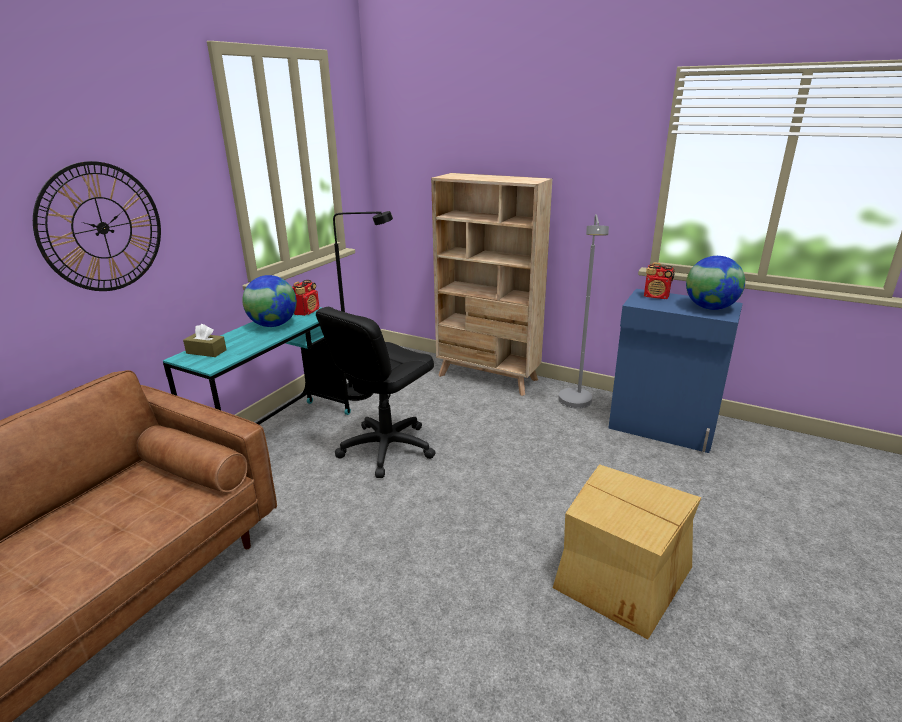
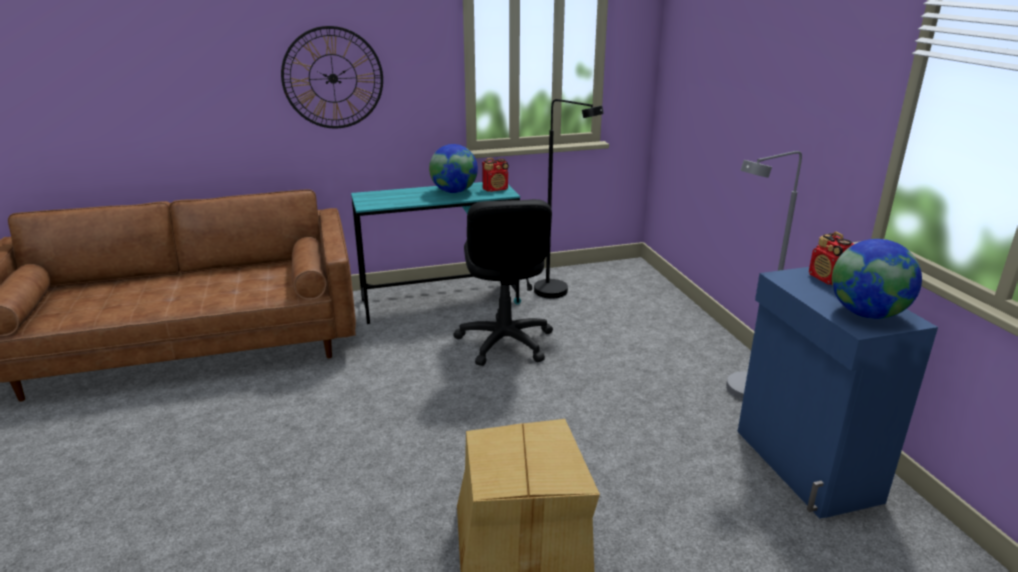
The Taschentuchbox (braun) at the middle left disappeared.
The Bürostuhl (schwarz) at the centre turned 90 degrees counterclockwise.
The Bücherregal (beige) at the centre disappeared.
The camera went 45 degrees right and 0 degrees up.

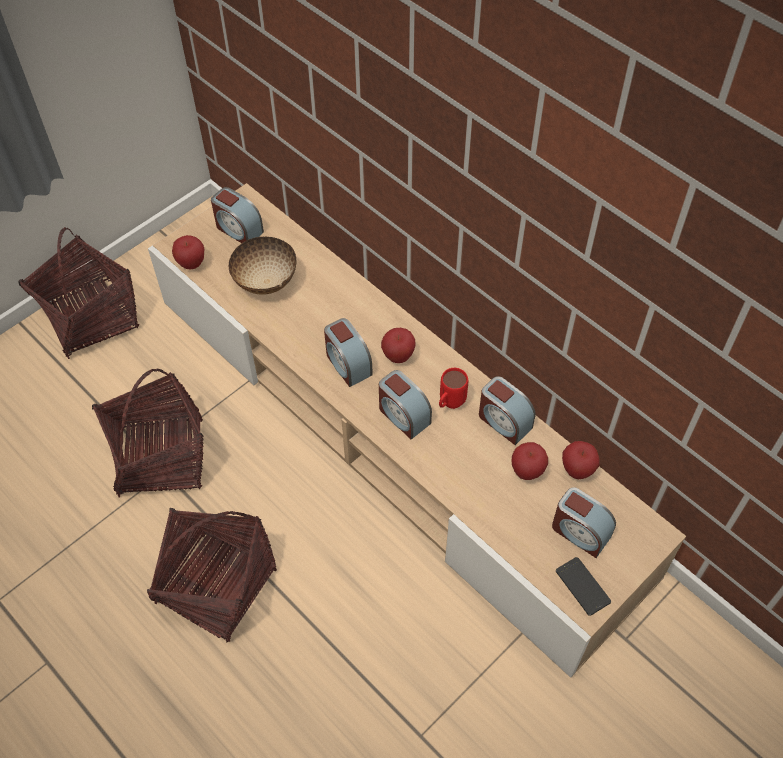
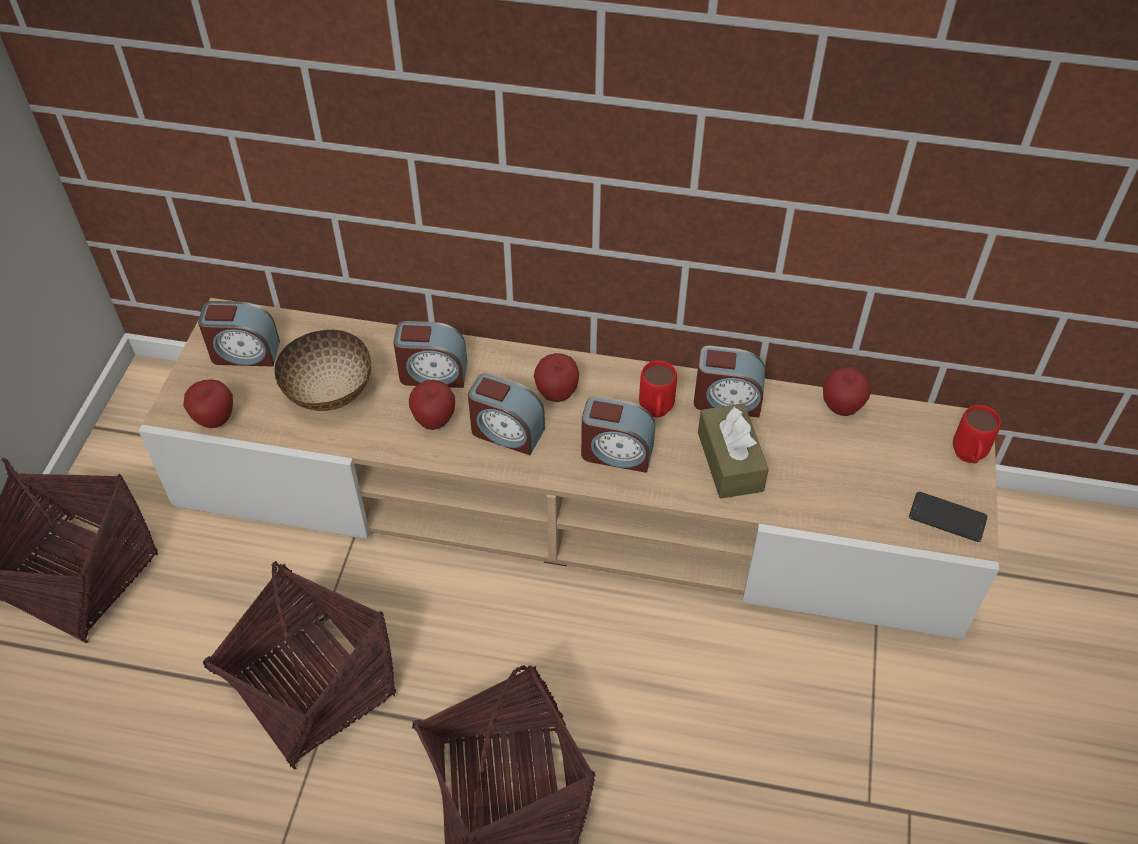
The Apfel (no. 3 from left in the first image) moved from the middle right to the centre.
The Wecker (no. 5 from left in the first image) moved from the bottom right to the centre.
The Taschentuchbox (braun) at the centre appeared.
The Henkelbecher (rot) (no. 2 from left) at the middle right appeared.
The camera went 35 degrees left and 5 degrees down.

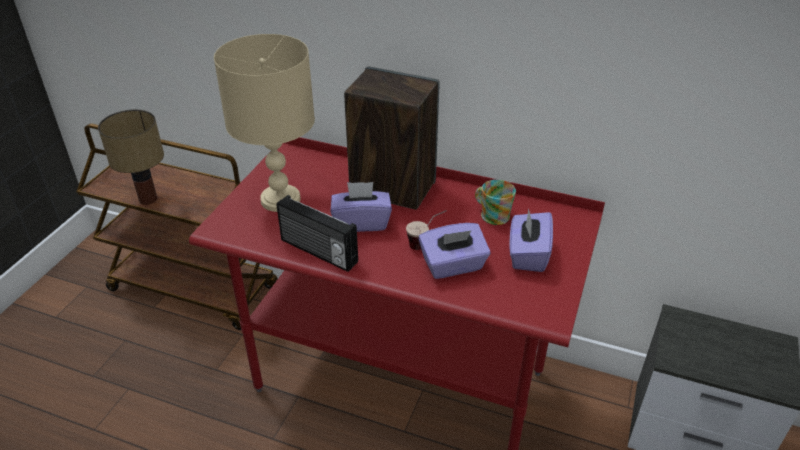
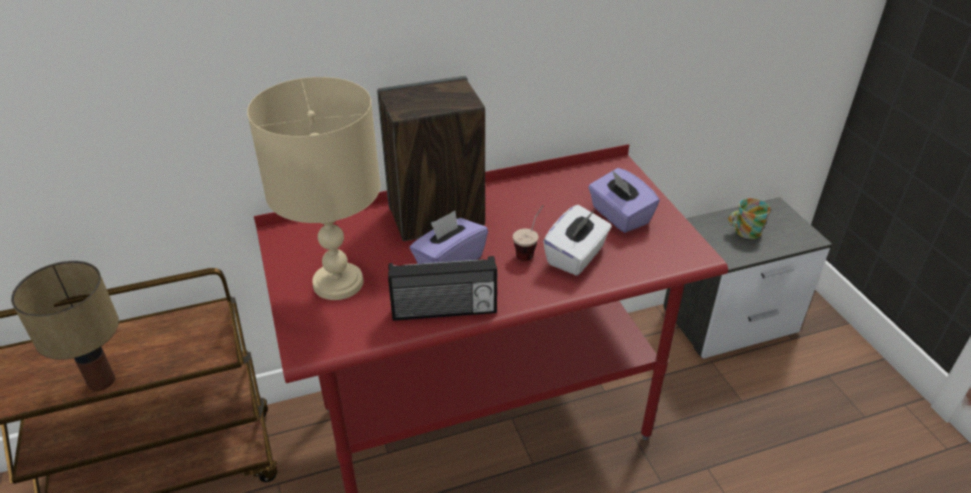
The Taschentuchbox (lila) (no. 2 from left) at the centre became the Taschentuchbox (weiß) at the centre.
The Henkelbecher moved from the centre to the middle right.
The camera went 40 degrees left and 0 degrees up.

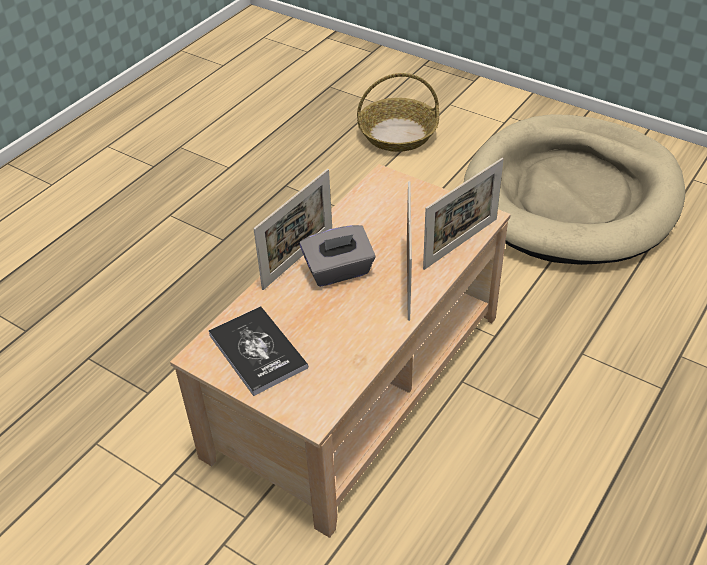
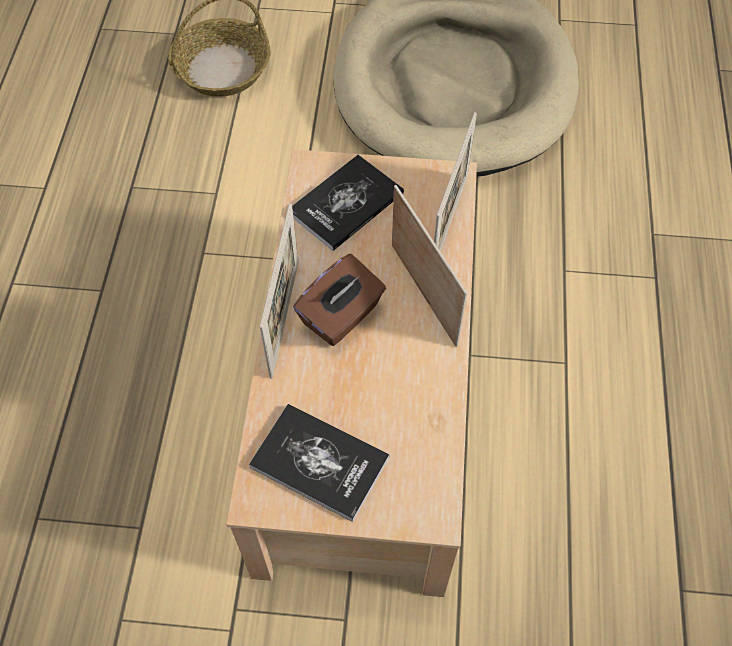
The Taschentuchbox (grau) at the centre became the Taschentuchbox (braun) at the centre.
The Buch (no. 2 from left) at the top centre appeared.
The camera went 30 degrees left and 15 degrees up.

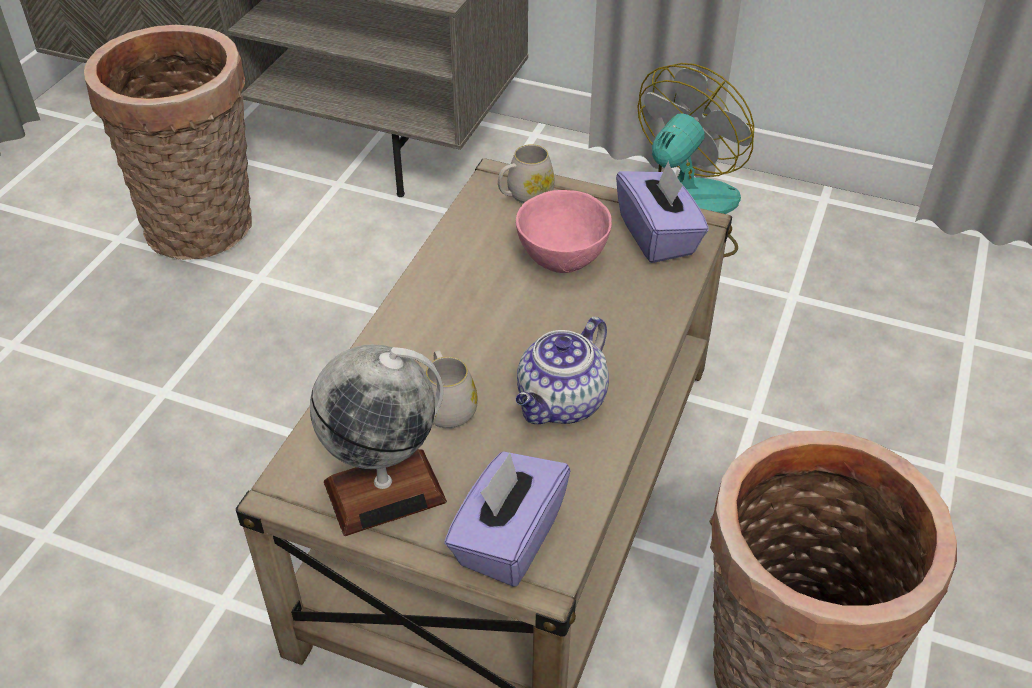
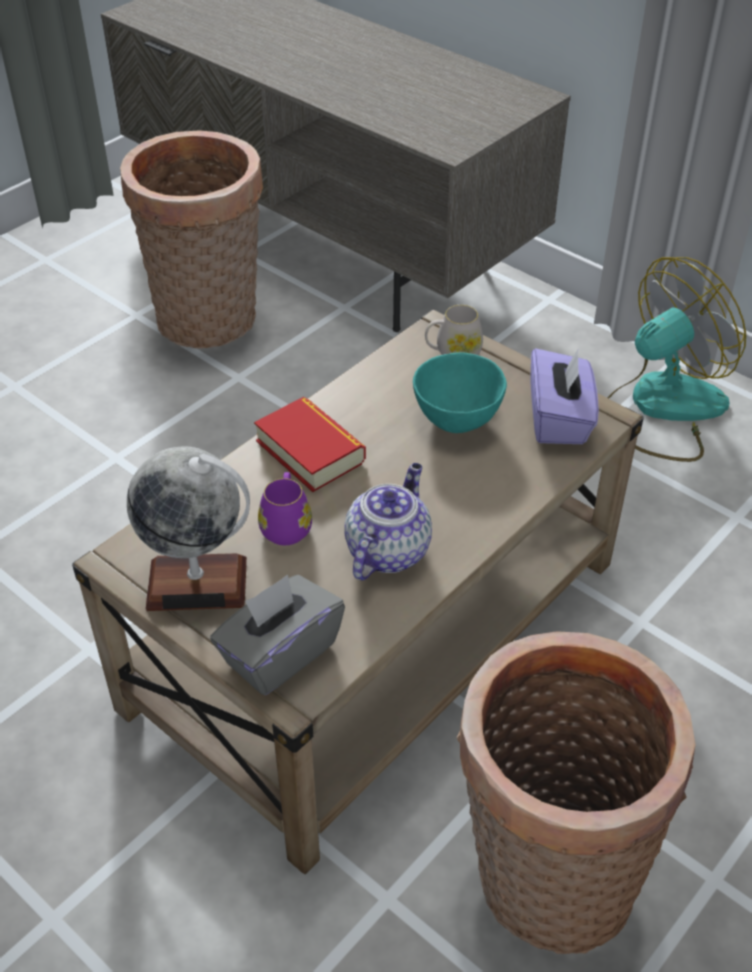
The Henkelbecher (weiß) (no. 1 from left) at the centre became the Henkelbecher (lila) at the centre.
The Taschentuchbox (lila) (no. 1 from left) at the bottom centre became the Taschentuchbox (grau) at the centre.
The Schüssel (rosa) at the centre became the Schüssel (türkis) at the centre.
The Teekanne at the centre turned 150 degrees clockwise.
The Buch at the centre appeared.
The camera went 20 degrees right and 0 degrees up.

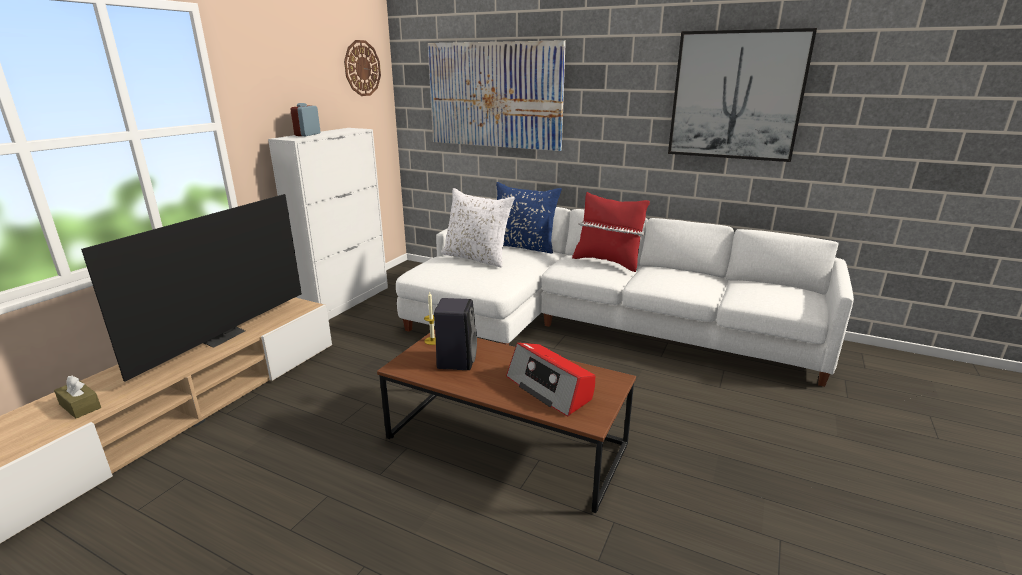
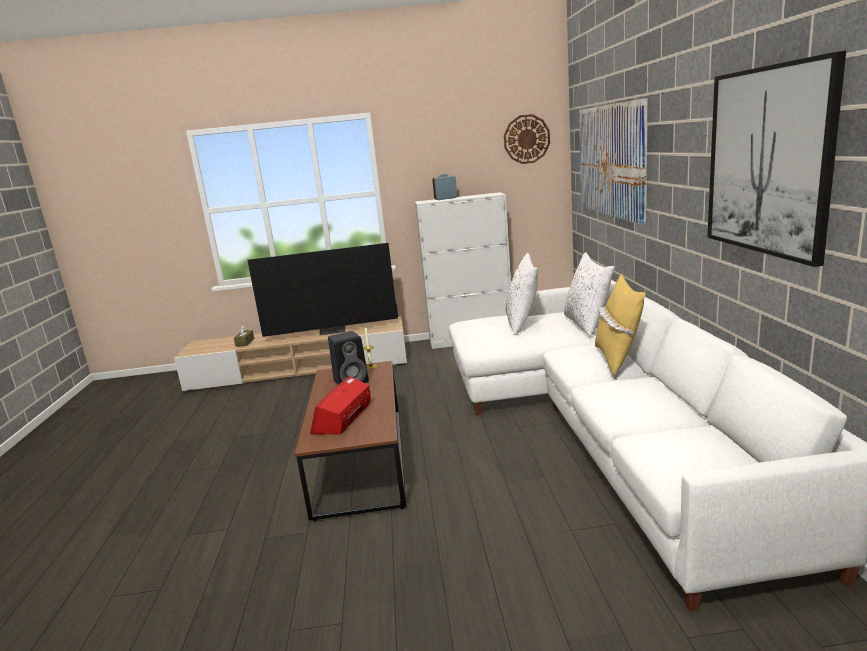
The Kissen (blau) at the centre became the Kissen (weiß) (no. 2 from left) at the middle right.
The Kissen (rot) at the centre became the Kissen (gelb) at the middle right.
The camera went 60 degrees right and 5 degrees down.

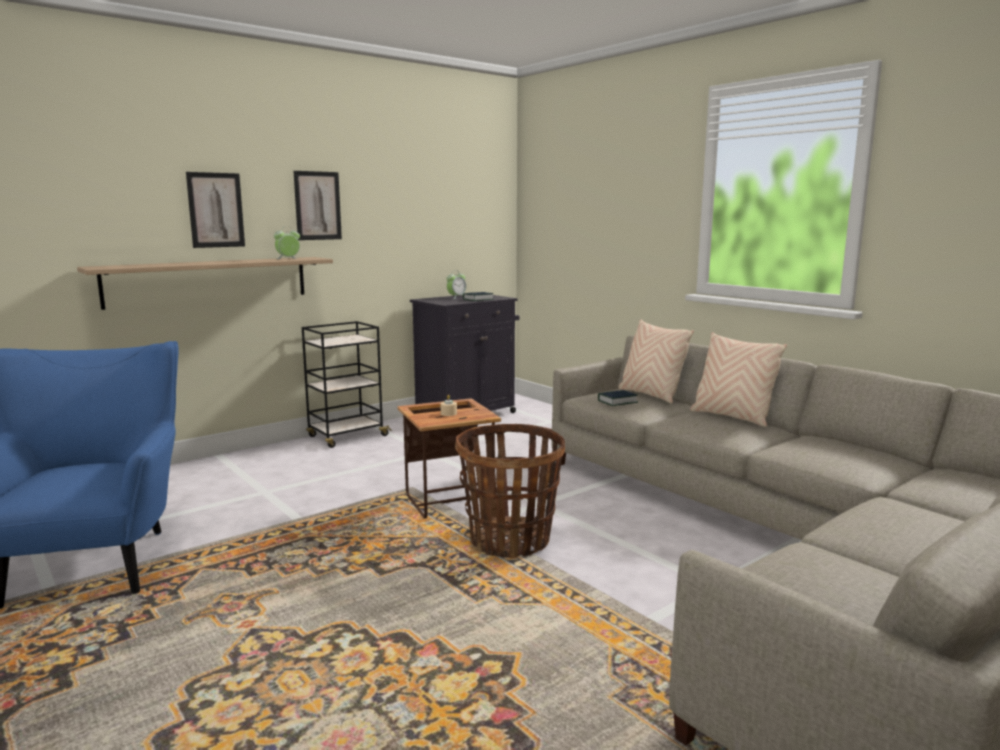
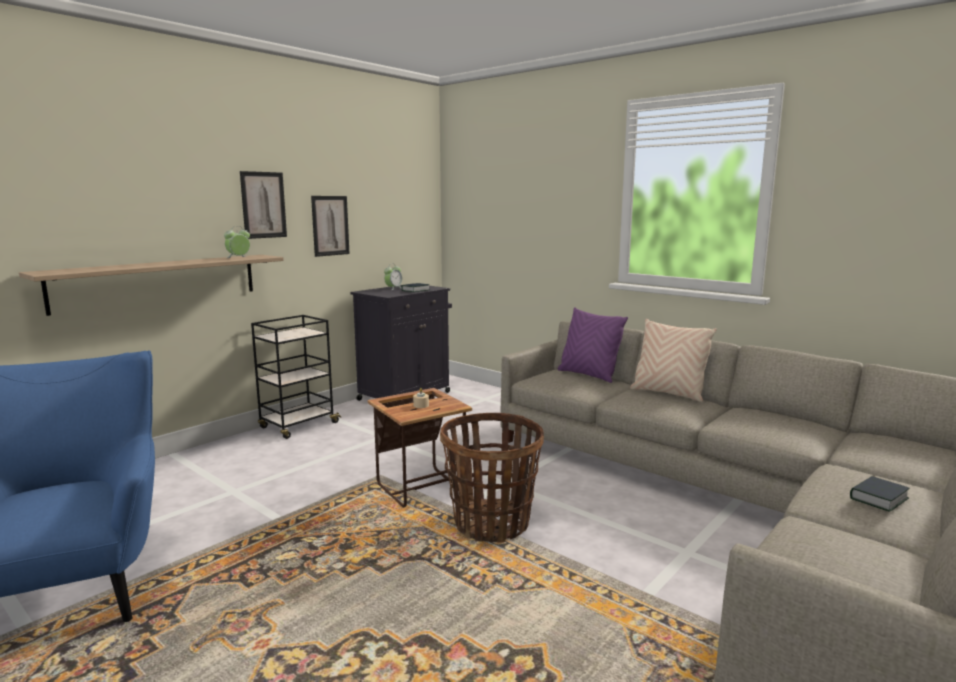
The Bild (no. 1 from left in the first image) moved from the top left to the top centre.
The Buch (no. 2 from left) moved from the centre to the bottom right.
The Kissen (beige) (no. 1 from left) at the centre became the Kissen (lila) at the centre.
The camera went 10 degrees left and 0 degrees up.

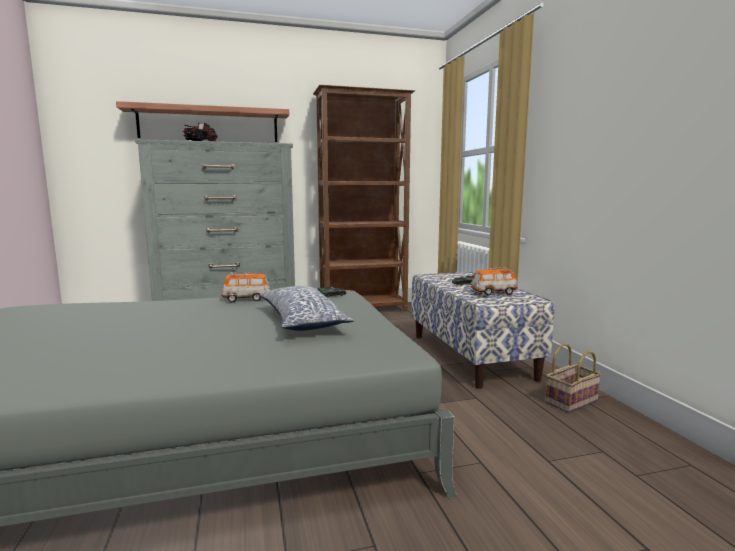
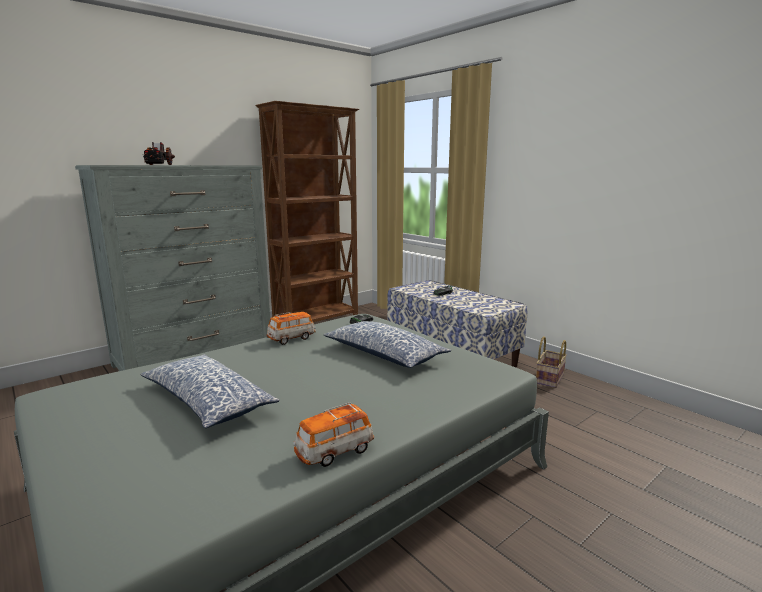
The Wandregal at the top left disappeared.
The Spielzeugauto (no. 4 from left in the first image) moved from the middle right to the bottom centre.
The Kissen (no. 1 from left) at the middle left appeared.
The camera went 25 degrees left and 5 degrees up.

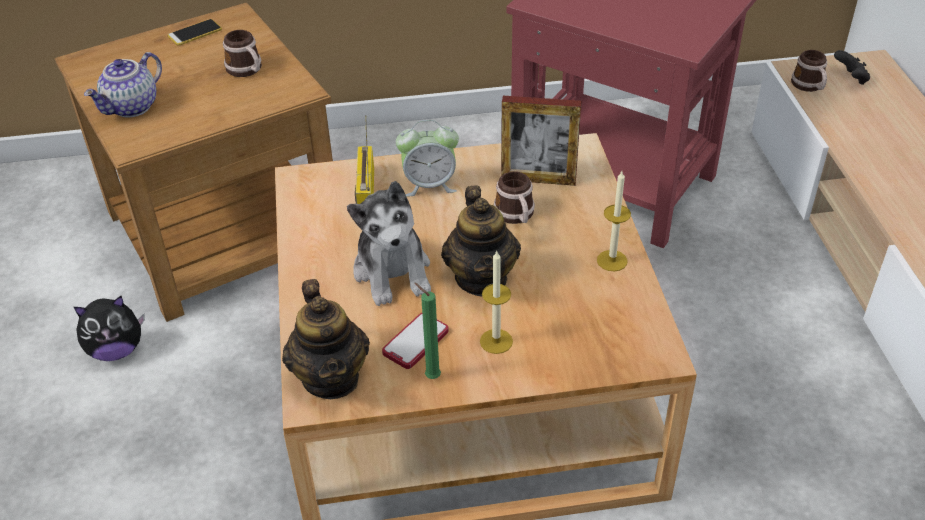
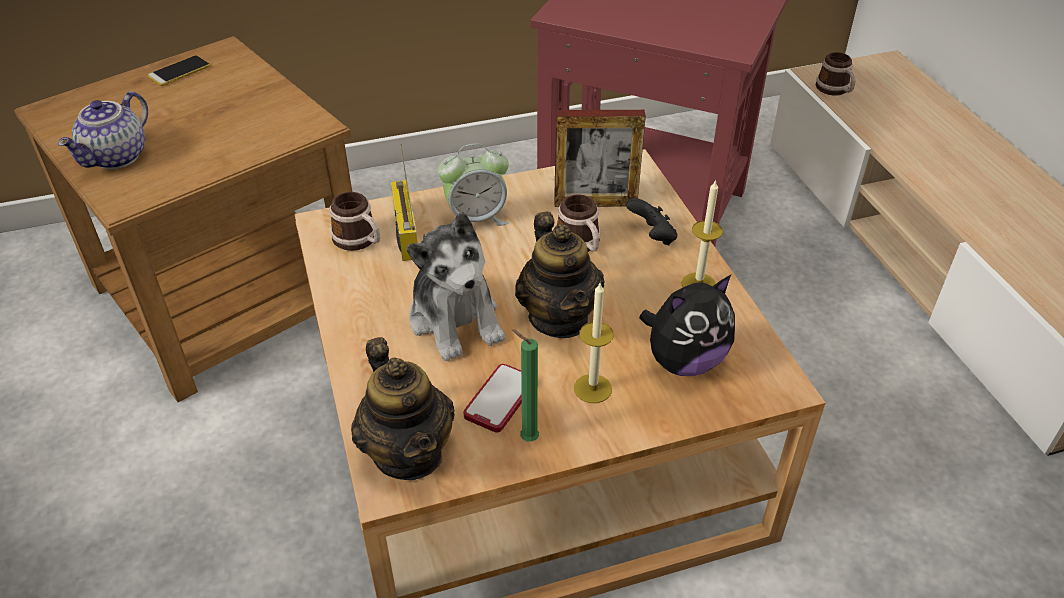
The Plüschtier (no. 1 from left in the first image) moved from the middle left to the centre.
The Henkelbecher (no. 1 from left) moved from the top left to the centre.
The Gamepad (schwarz) moved from the top right to the centre.
The camera went 10 degrees left and 0 degrees up.

